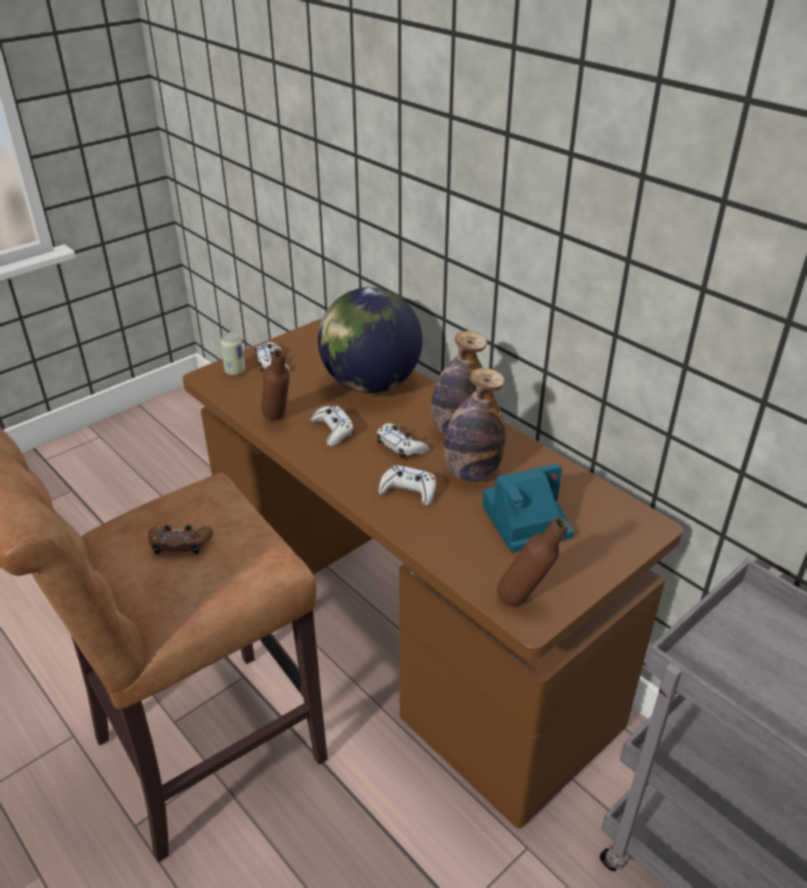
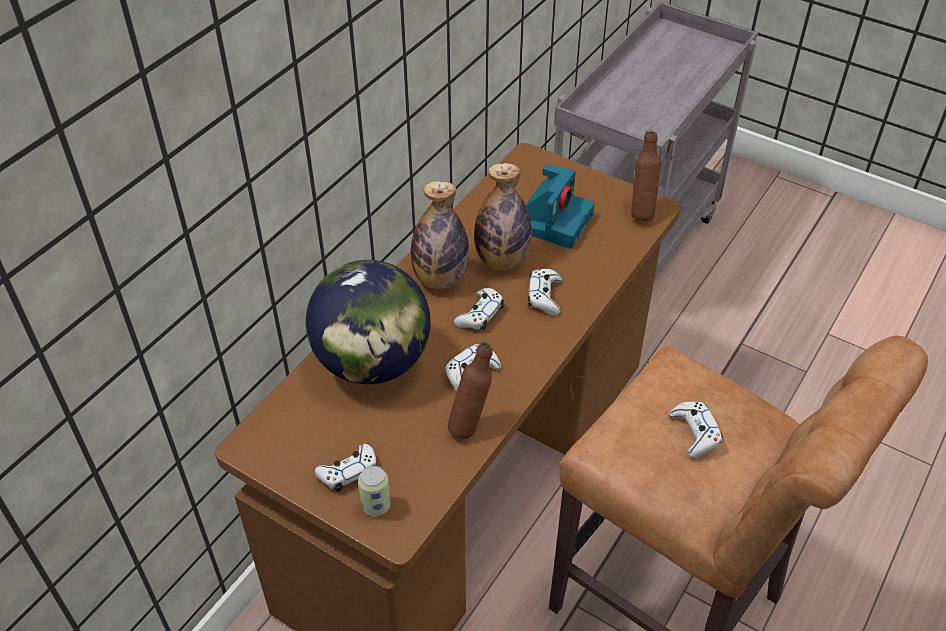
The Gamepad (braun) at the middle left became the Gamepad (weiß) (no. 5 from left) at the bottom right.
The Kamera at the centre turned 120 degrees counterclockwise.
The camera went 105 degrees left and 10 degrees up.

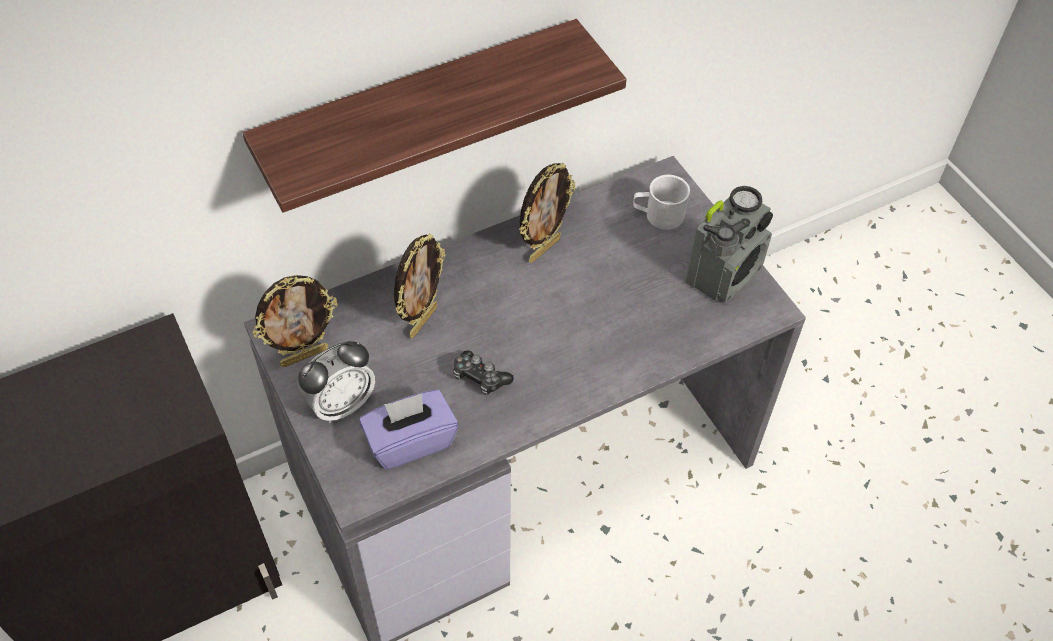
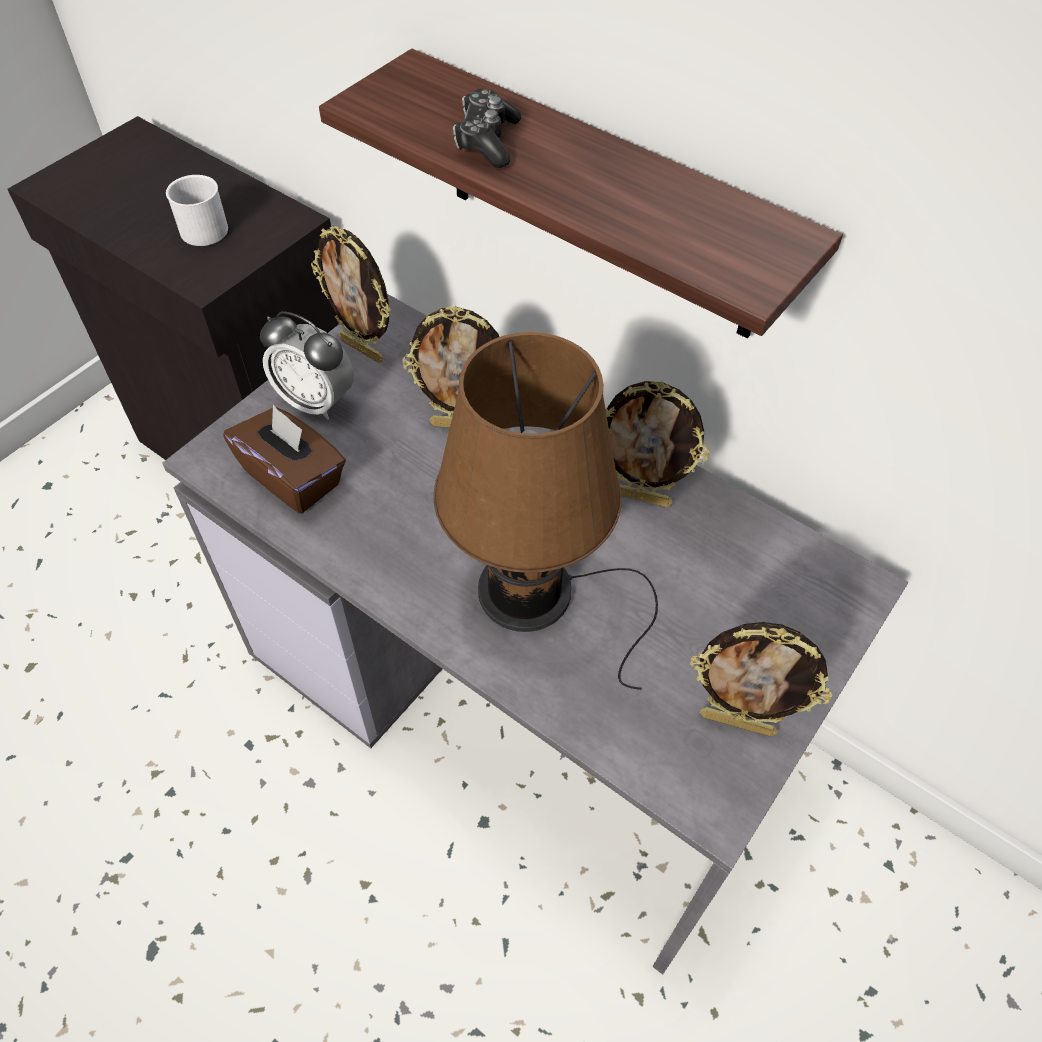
The Taschentuchbox (lila) at the bottom centre became the Taschentuchbox (braun) at the middle left.
The Gamepad moved from the centre to the top centre.
The Henkelbecher (weiß) moved from the top centre to the top left.
The Radio at the middle right was replaced by the Bilderrahmen (no. 4 from left) at the middle right.
The Tischlampe (braun) at the centre appeared.
The camera went 65 degrees right and 0 degrees up.

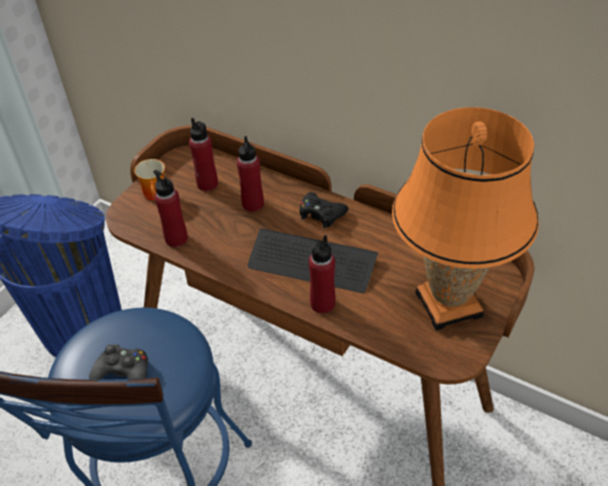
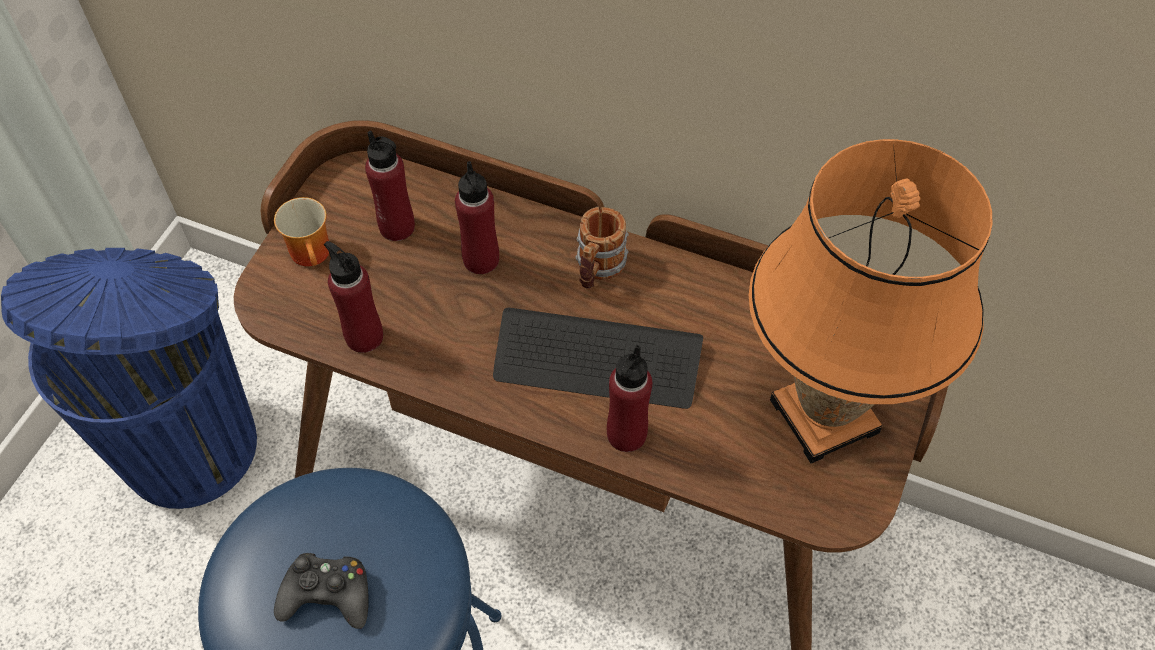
The Gamepad (schwarz) (no. 2 from left) at the centre was replaced by the Henkelbecher (no. 2 from left) at the centre.
The camera went 10 degrees left and 10 degrees up.

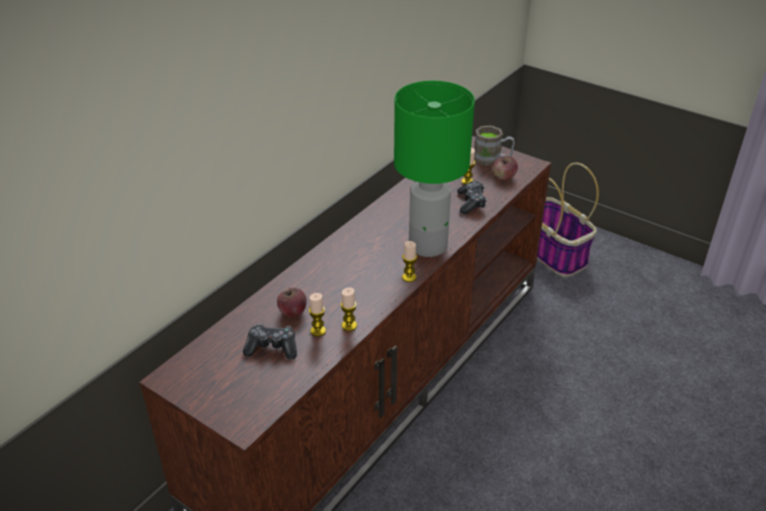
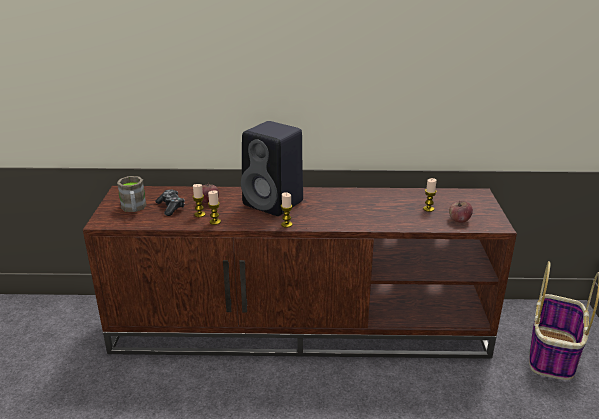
The Tischlampe (grün) at the top centre disappeared.
The Gamepad (no. 2 from left) at the centre disappeared.
The Henkelbecher (braun) moved from the top centre to the middle left.
The Lautsprecher (schwarz) at the centre appeared.
The camera went 55 degrees right and 10 degrees down.

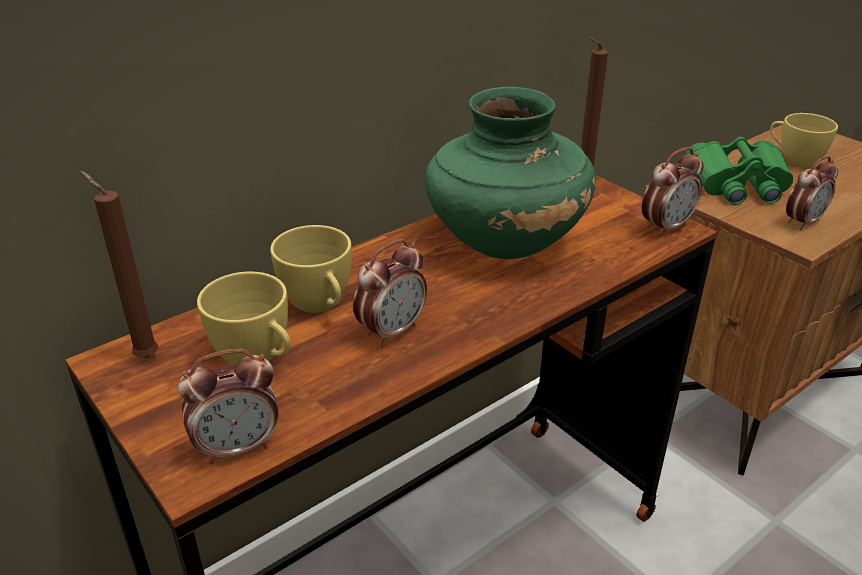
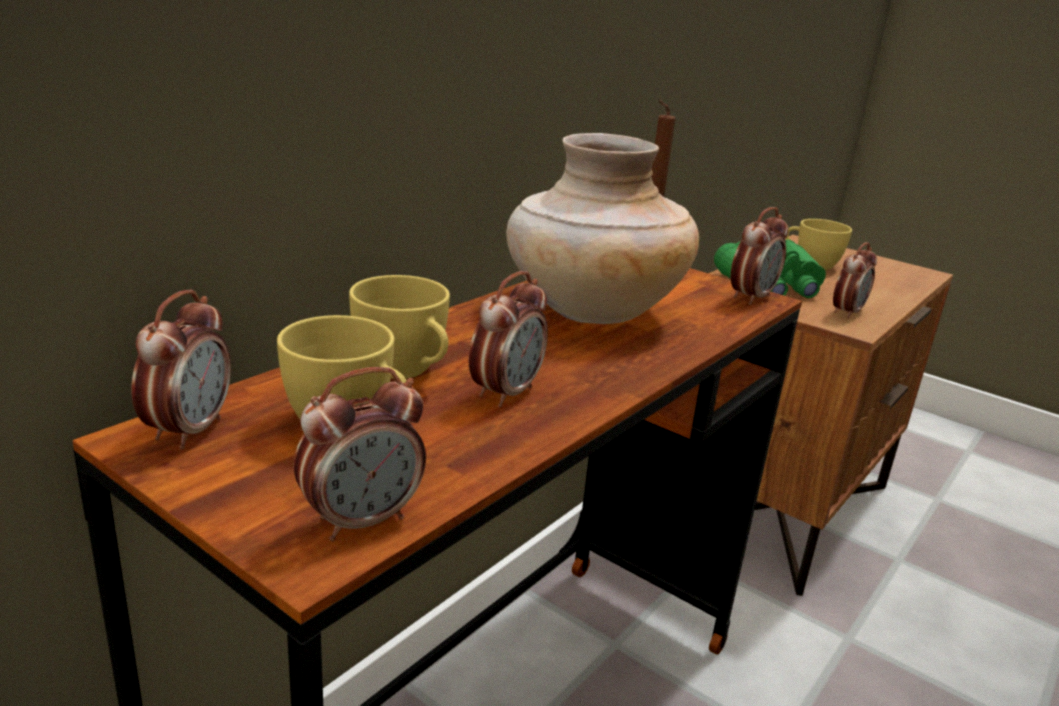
The Kerze (braun) (no. 1 from left) at the middle left was replaced by the Wecker (no. 1 from left) at the middle left.
The Vase (grün) at the top centre became the Vase (beige) at the top centre.
The camera went 15 degrees left and 10 degrees down.

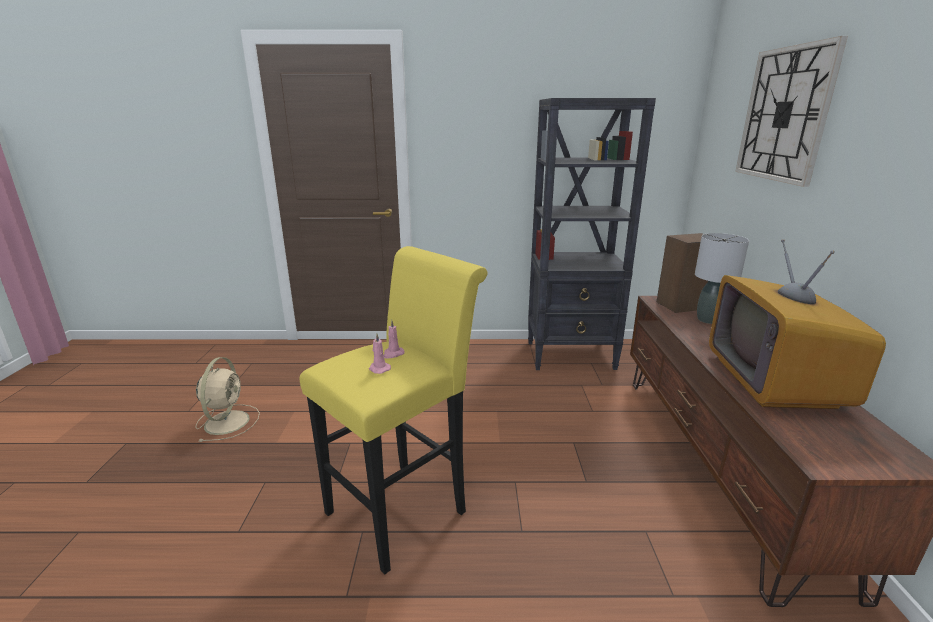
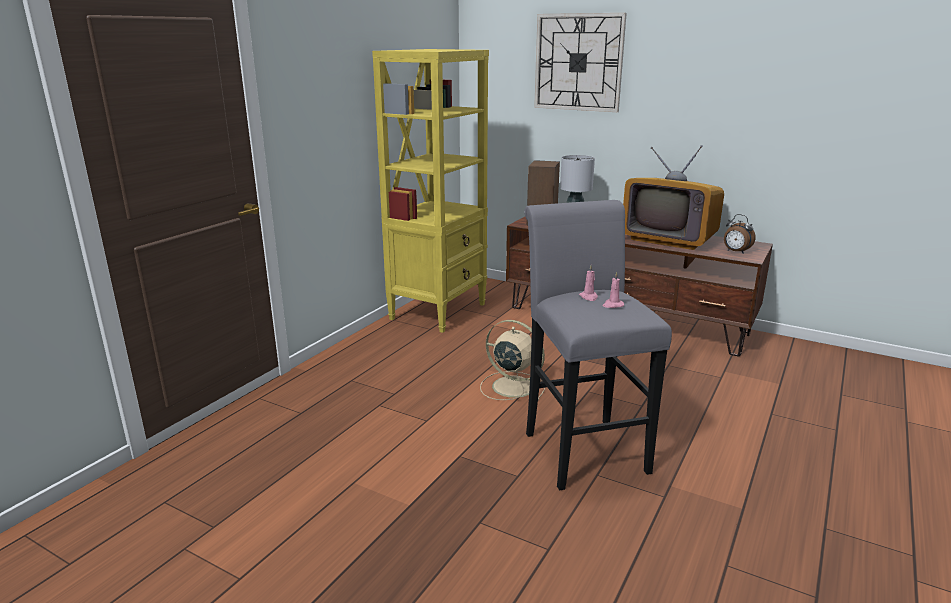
The Ventilator (beige) moved from the middle left to the centre.
The Hocker (gelb) at the centre became the Hocker (grau) at the centre.
The Bücherregal (schwarz) at the centre became the Bücherregal (gelb) at the top centre.
The Wecker at the middle right appeared.
The camera went 60 degrees left and 0 degrees up.

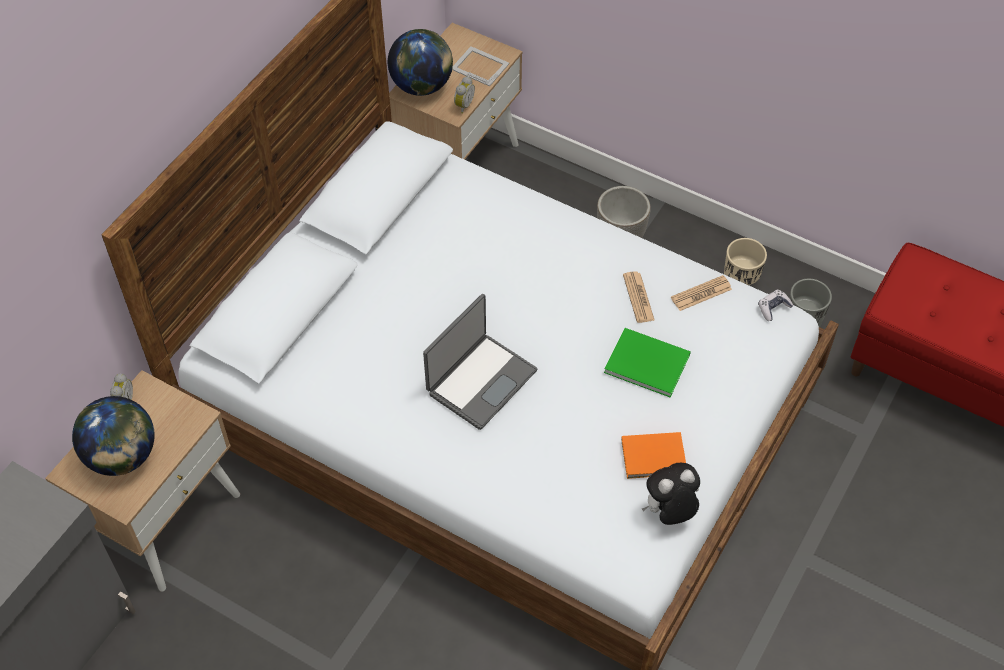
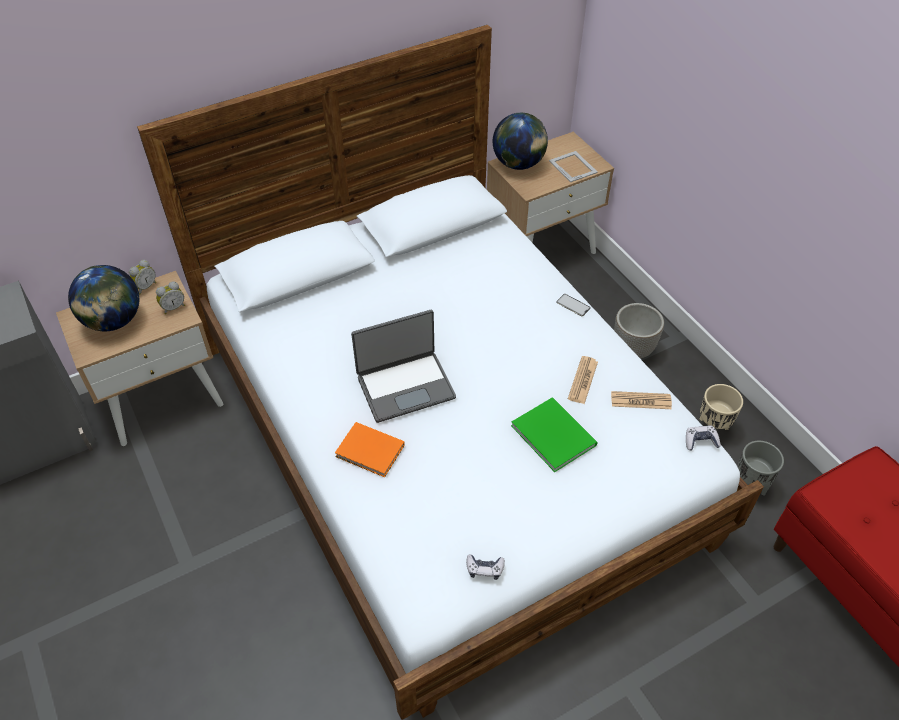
The Wecker (no. 2 from left) moved from the top centre to the middle left.
The Buch (orange) moved from the bottom centre to the centre.
The Plüschtier at the bottom right was replaced by the Gamepad (no. 1 from left) at the bottom centre.
The Handy at the centre appeared.
The camera went 30 degrees right and 5 degrees down.

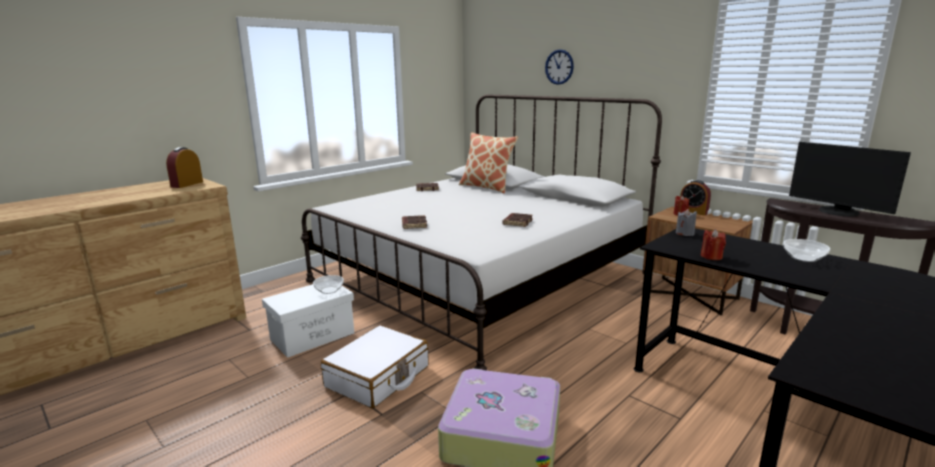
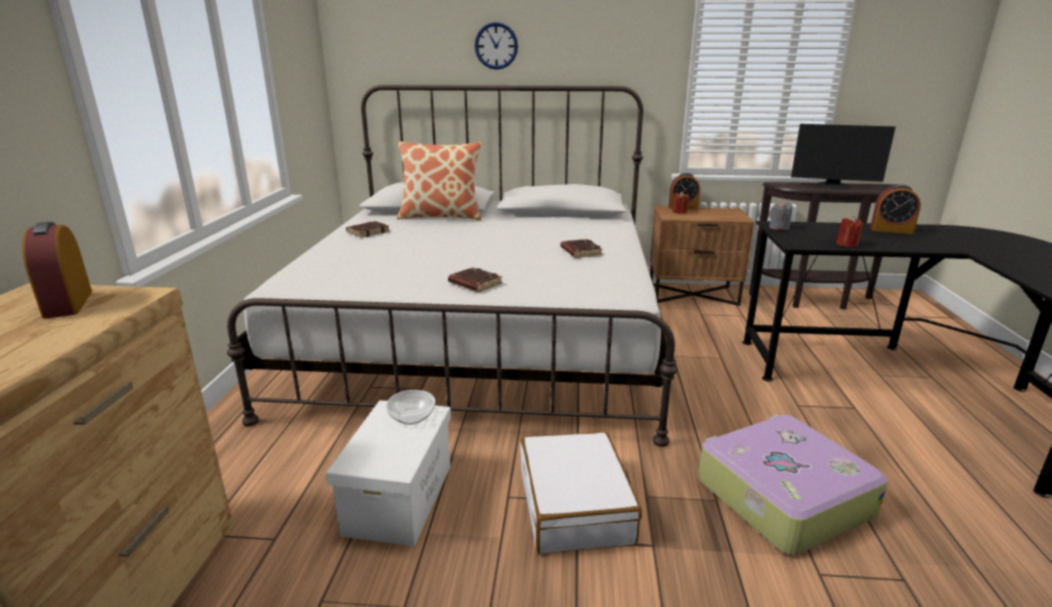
The Schüssel (no. 2 from left) at the middle right was replaced by the Wecker (no. 3 from left) at the middle right.
The camera went 40 degrees left and 5 degrees up.

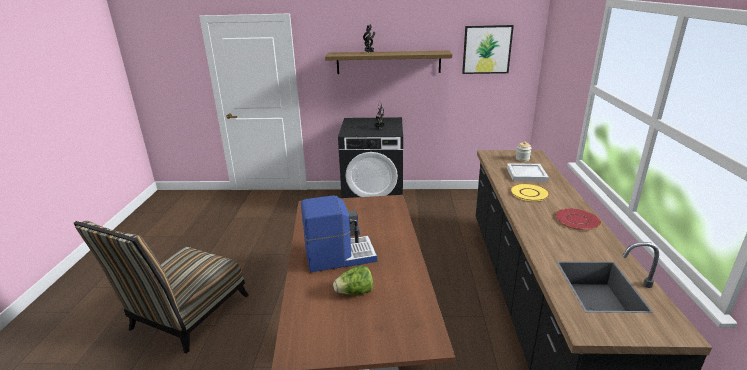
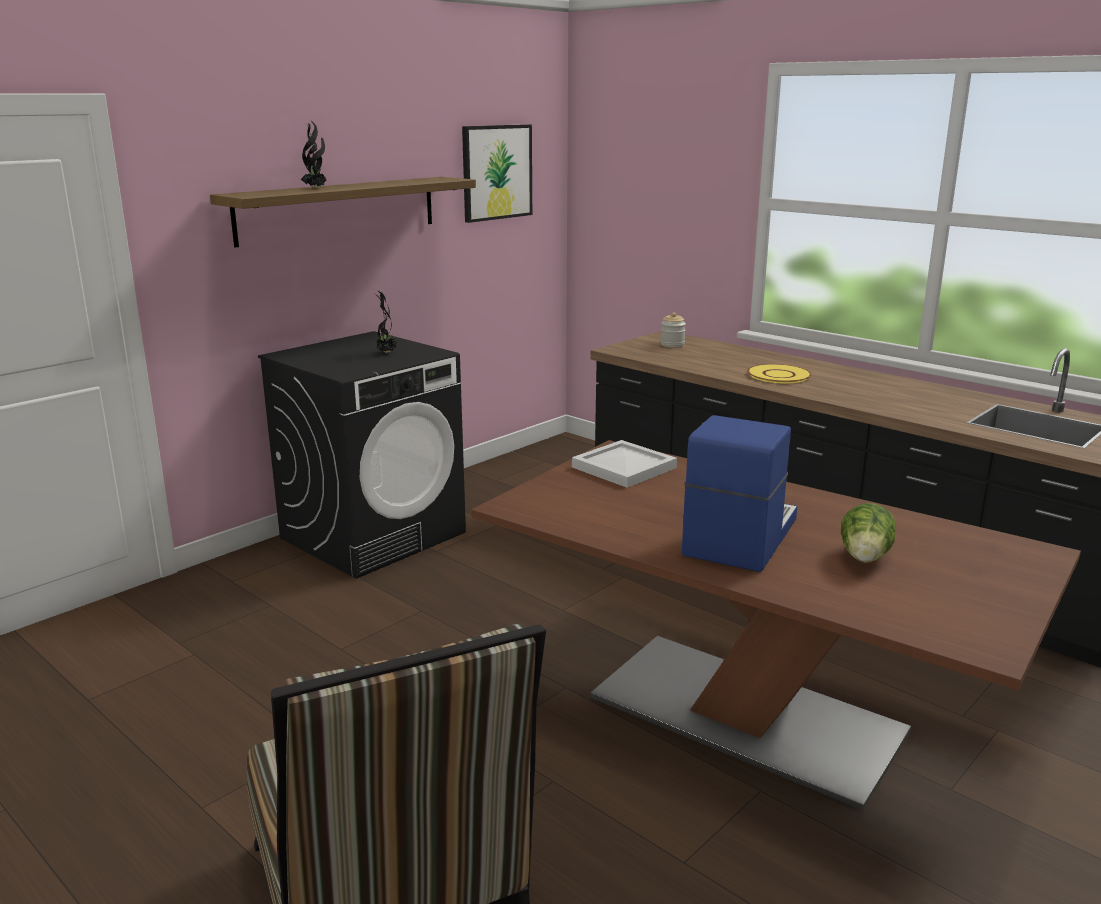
The Tablett (weiß) moved from the middle right to the centre.
The Teller (rot) at the middle right disappeared.
The camera went 50 degrees left and 5 degrees down.

